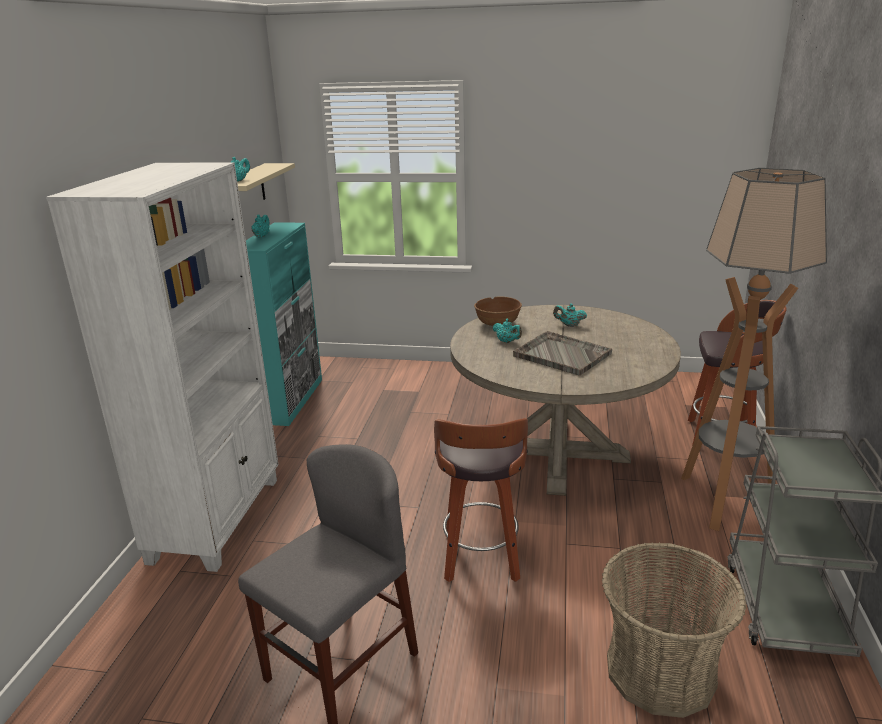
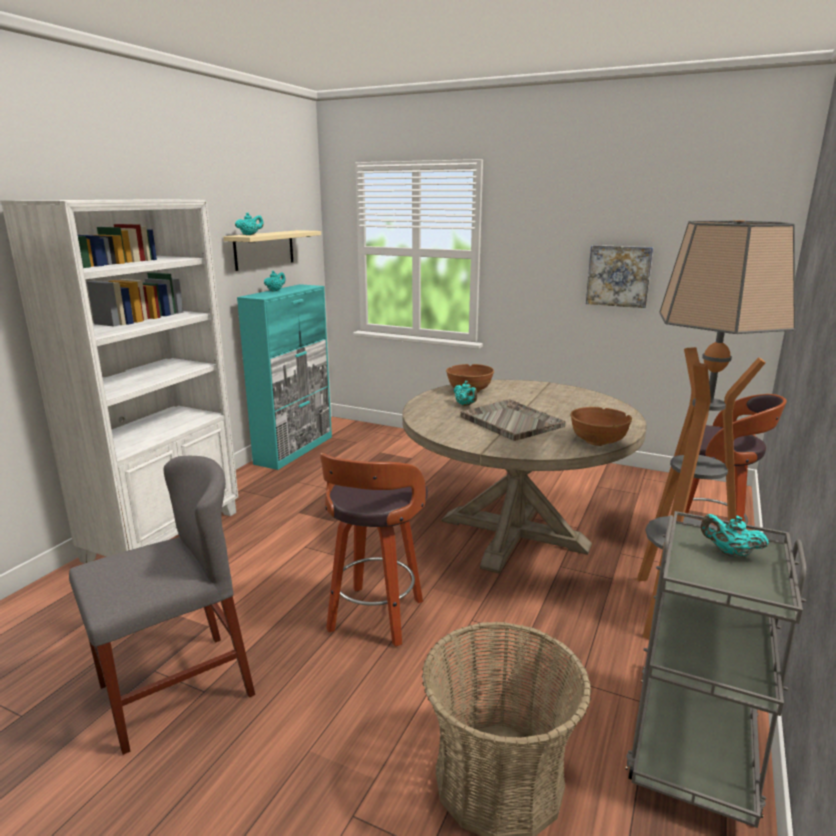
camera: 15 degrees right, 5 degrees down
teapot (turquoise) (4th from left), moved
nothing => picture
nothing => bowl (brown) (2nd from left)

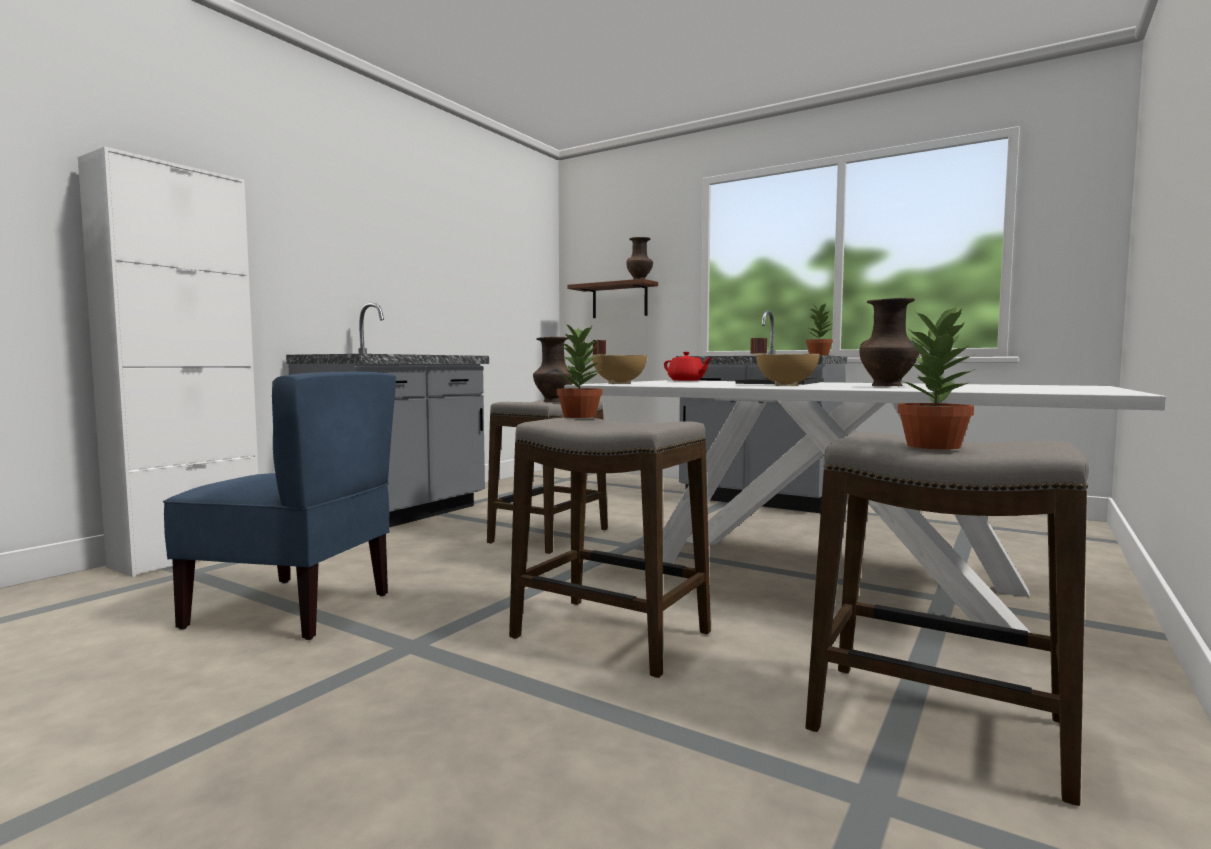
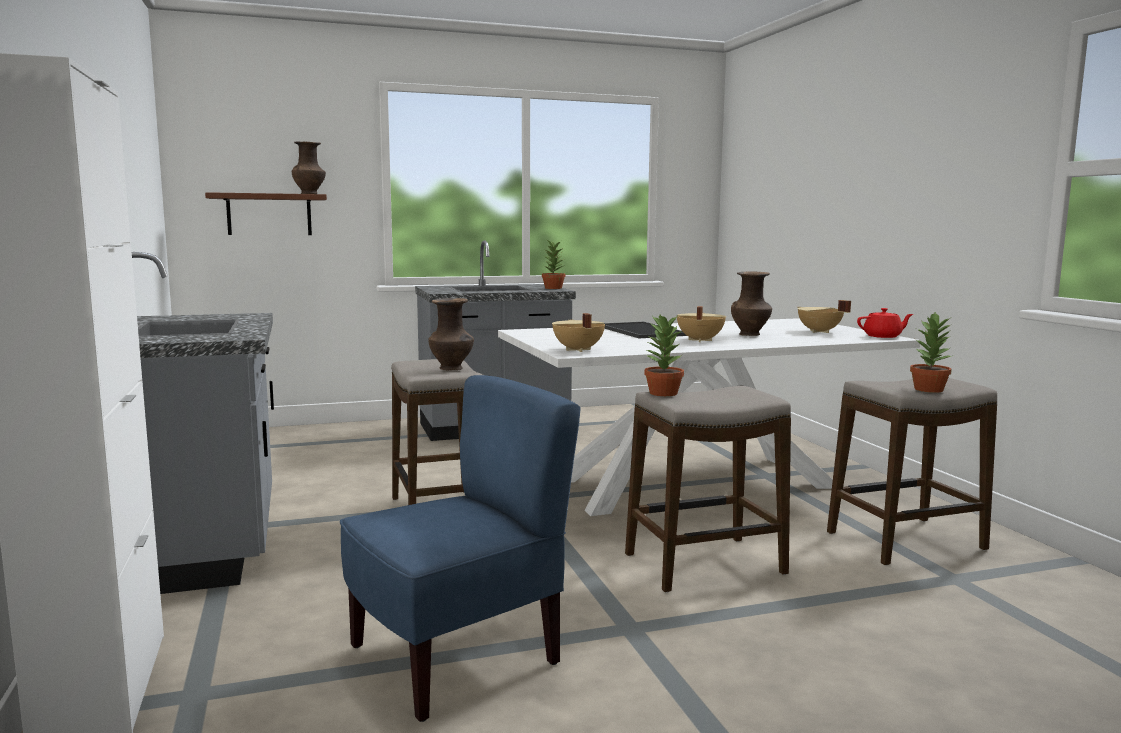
camera: 50 degrees left, 5 degrees up
teapot (red), moved
nothing => cooking pot (beige) (3rd from left)

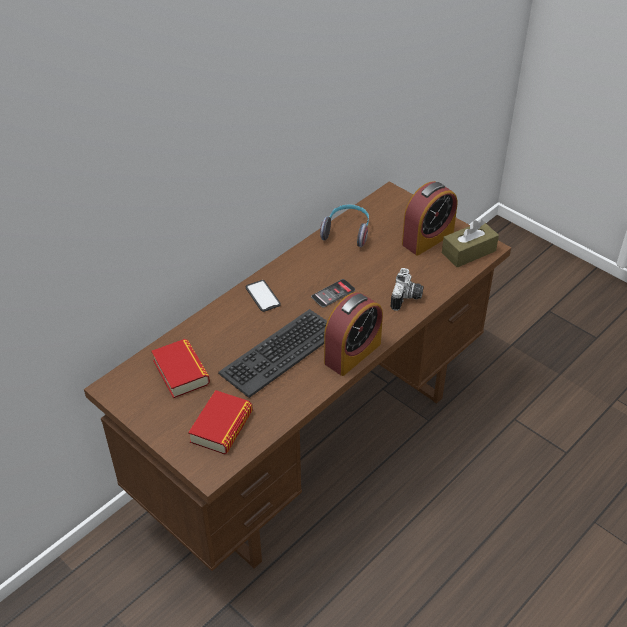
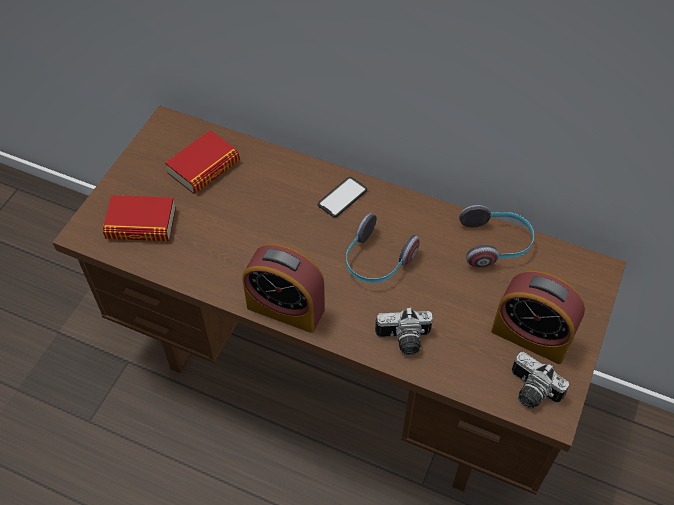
camera: 70 degrees right, 10 degrees up
tissue box (brown) => photo camera (2nd from left)
phone (2nd from left) => headphones (1st from left)
keyboard => nothing

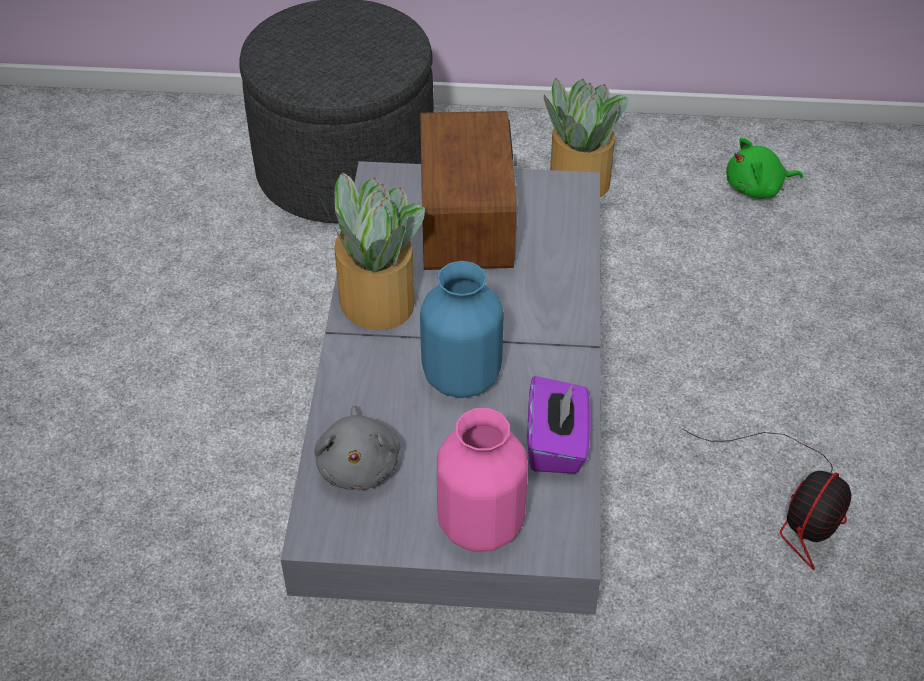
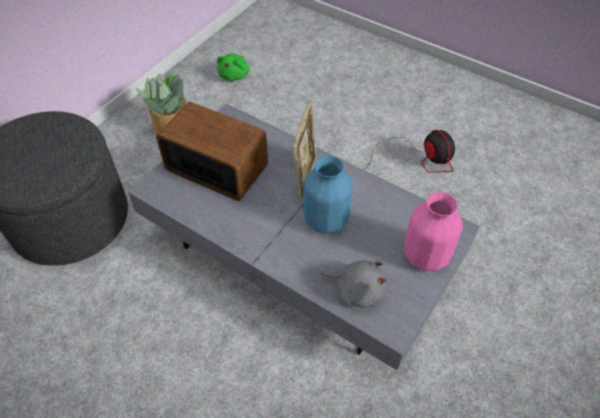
camera: 60 degrees left, 5 degrees up
potted plant (1st from left) => nothing
tissue box (purple) => nothing
nothing => picture frame

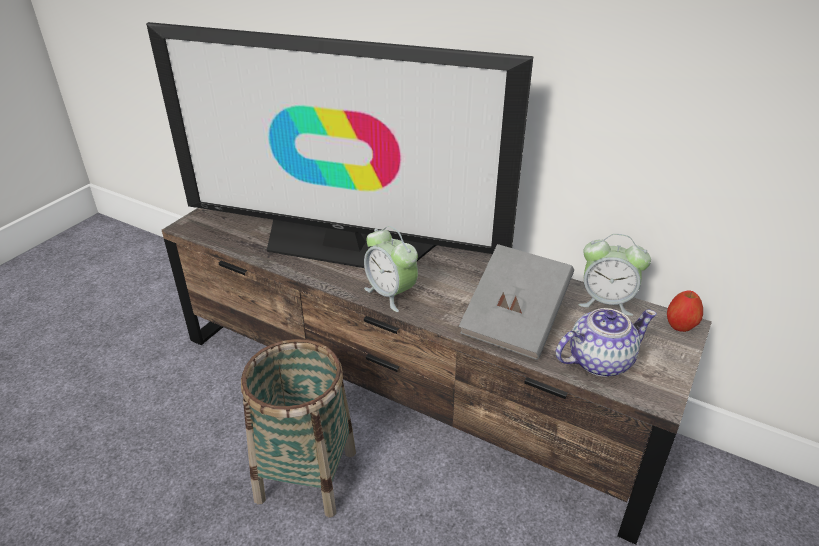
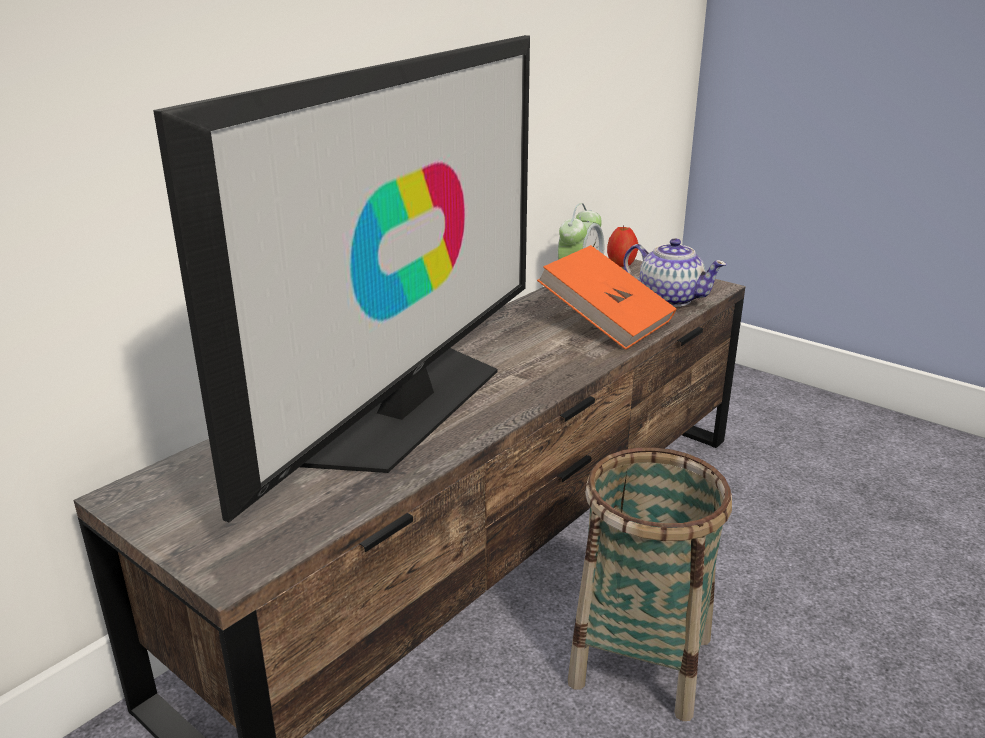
camera: 80 degrees left, 10 degrees down
alarm clock (1st from left) => nothing
book (grey) => book (orange)
teapot, 135 degrees clockwise

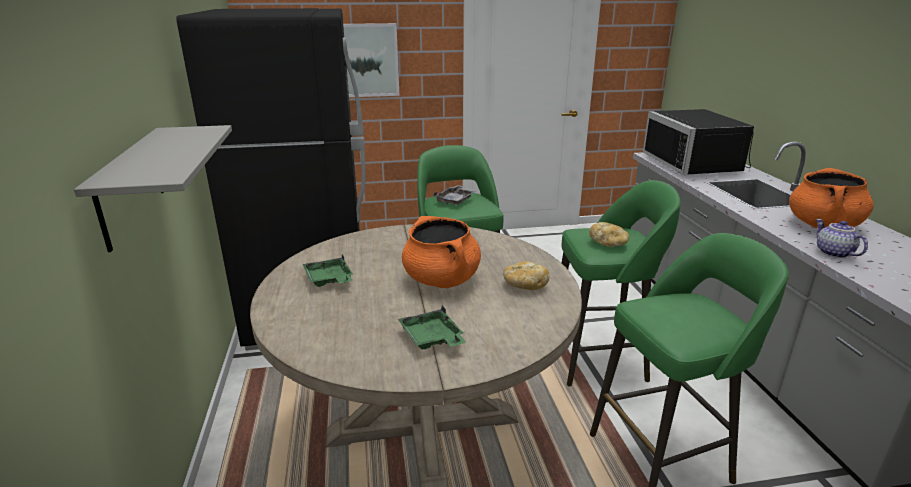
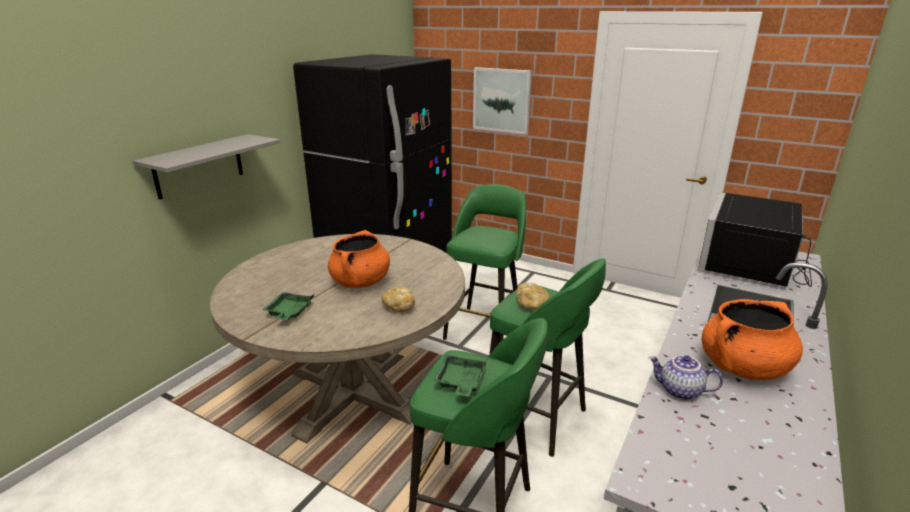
camera: 40 degrees right, 0 degrees up
tray (grey) => nothing
teapot, 90 degrees counterclockwise
tray (green) (1st from left in the first image) => tray (green) (2nd from left), moved

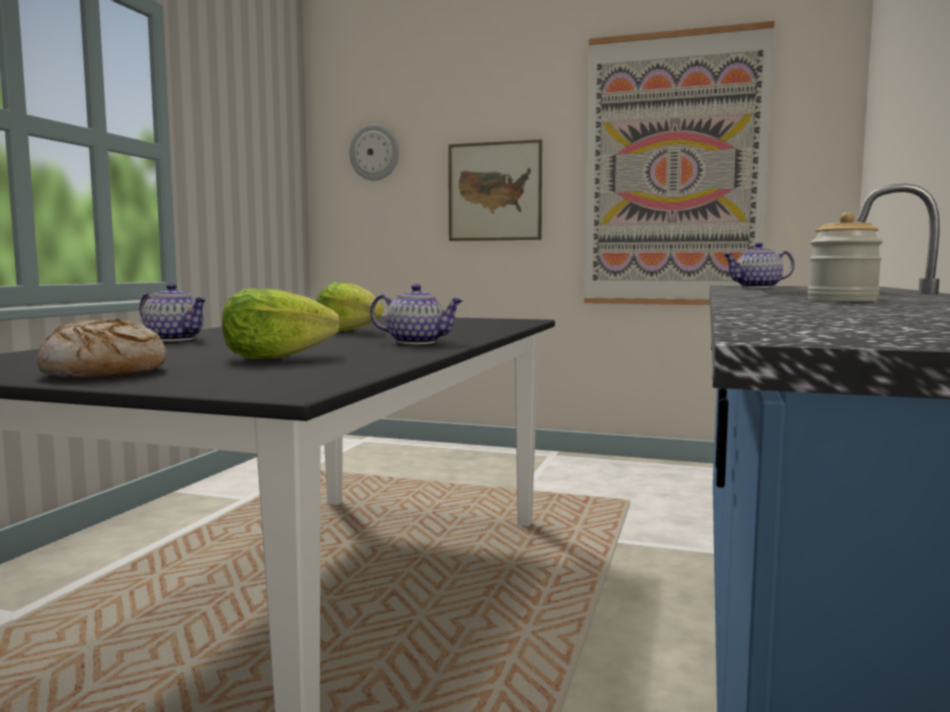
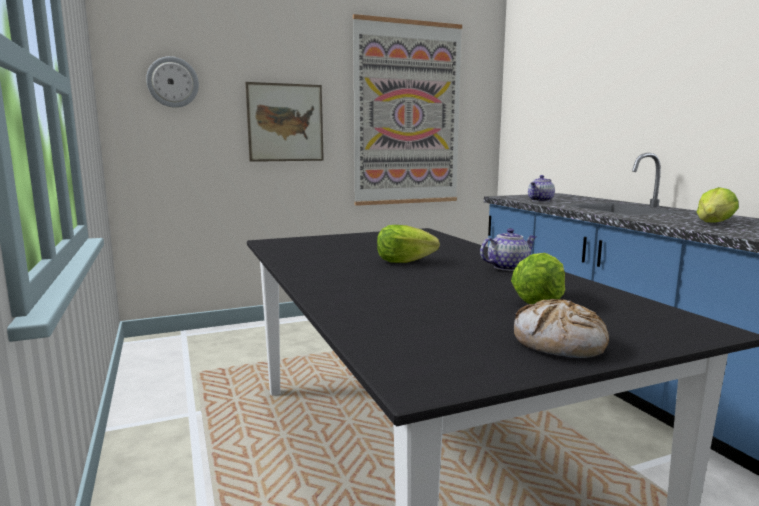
camera: 40 degrees left, 5 degrees up
jar => lettuce (3rd from left)
teapot (1st from left) => nothing

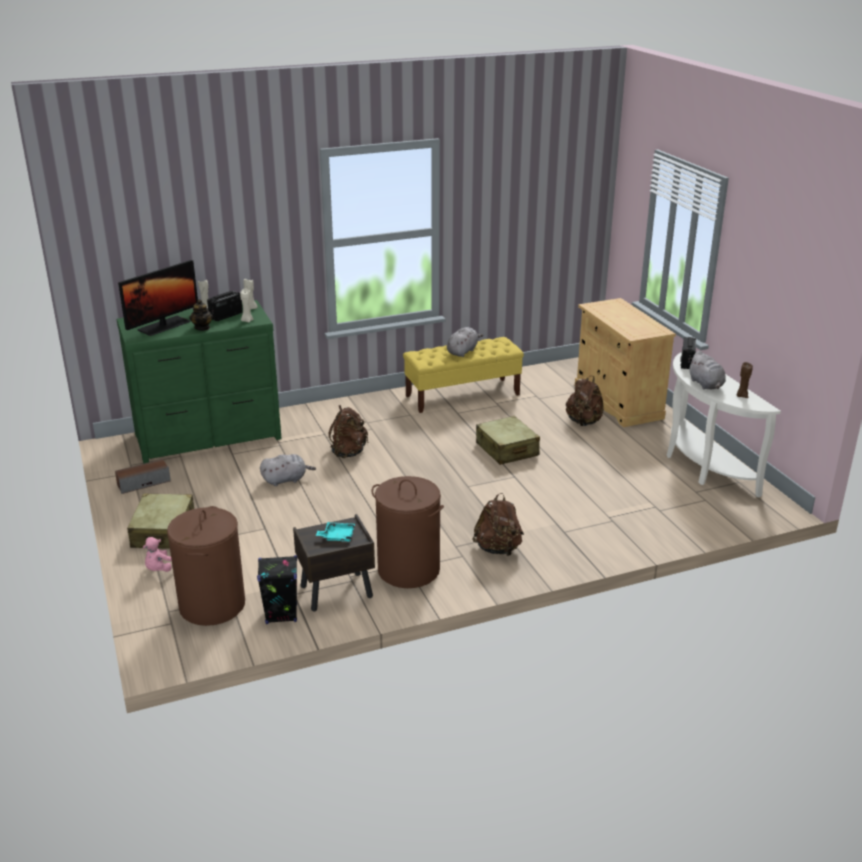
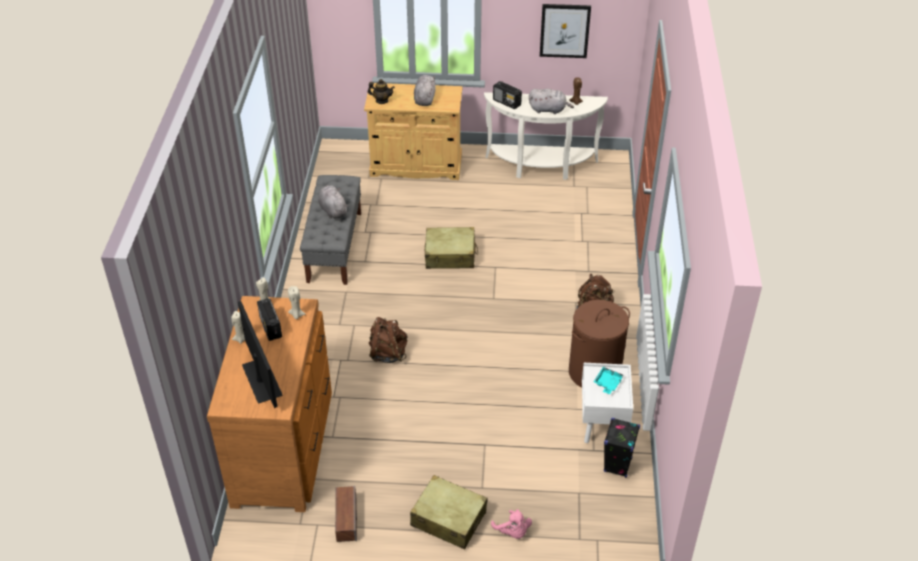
camera: 65 degrees left, 15 degrees up
teapot, moved
dresser (green) => dresser (brown)
bench (yellow) => bench (grey)
backpack (brown) (3rd from left) => nothing
plush toy (grey) (1st from left in the first image) => plush toy (grey) (2nd from left), moved
laundry basket (brown) (1st from left) => nothing
nightstand (brown) => nightstand (white)
nothing => picture

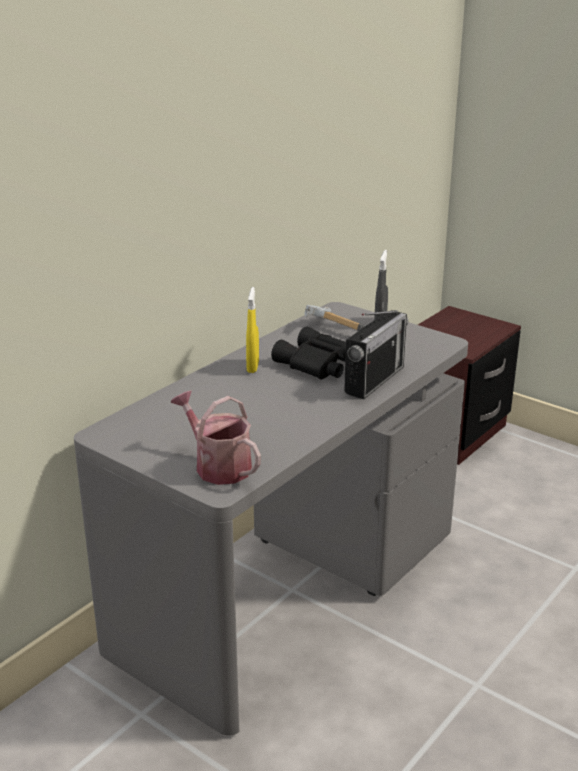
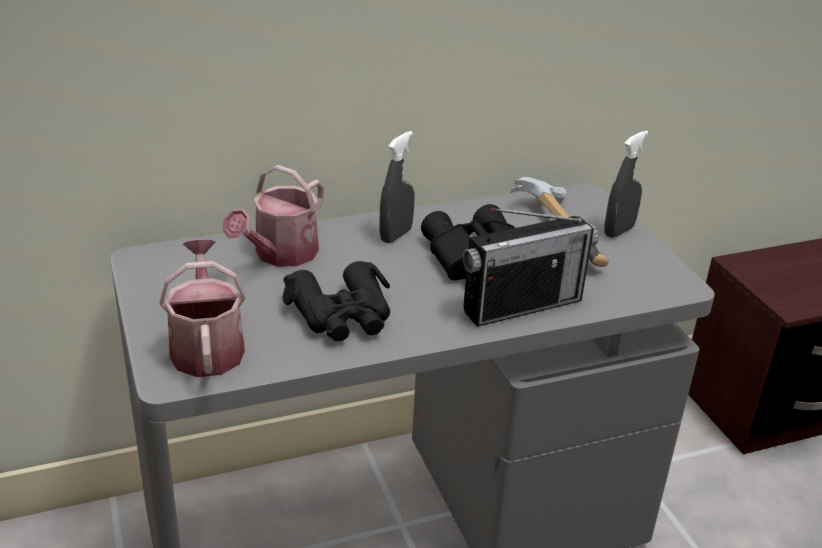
camera: 30 degrees right, 5 degrees up
spray bottle (yellow) => spray bottle (grey) (1st from left)
nothing => watering can (2nd from left)
nothing => binoculars (black) (1st from left)

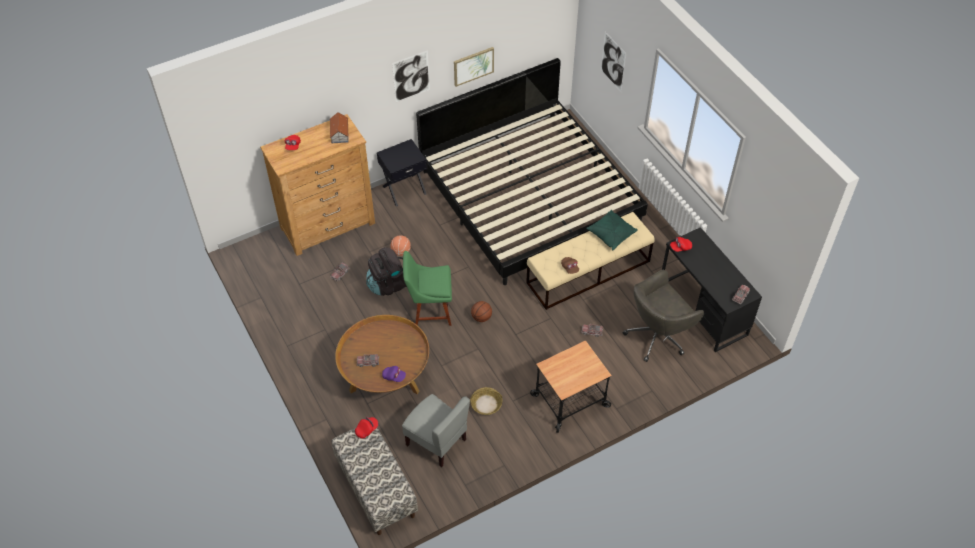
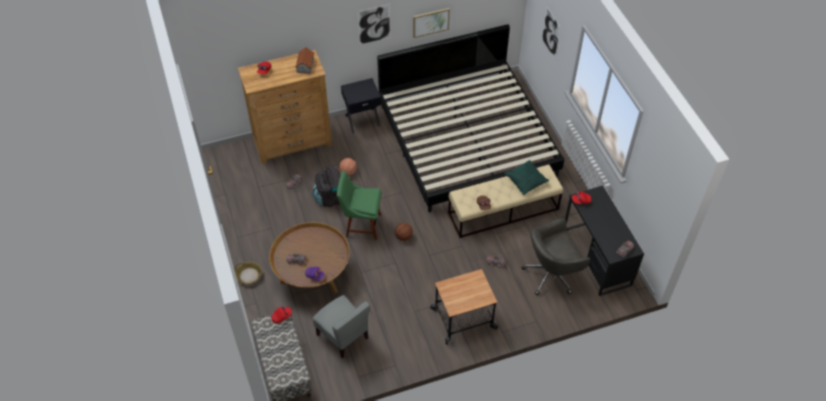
camera: 10 degrees right, 0 degrees up
basket, moved

